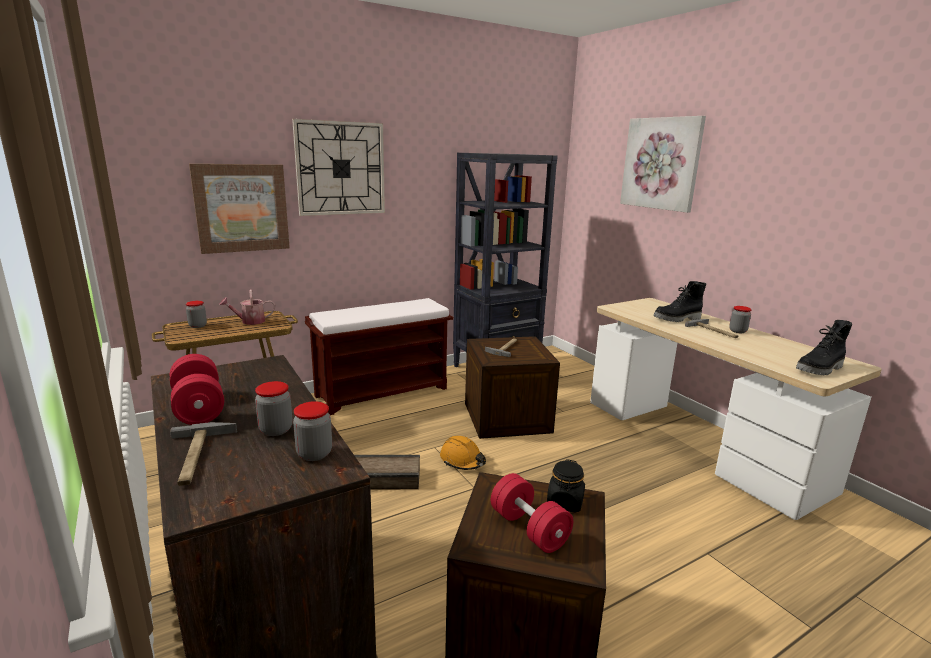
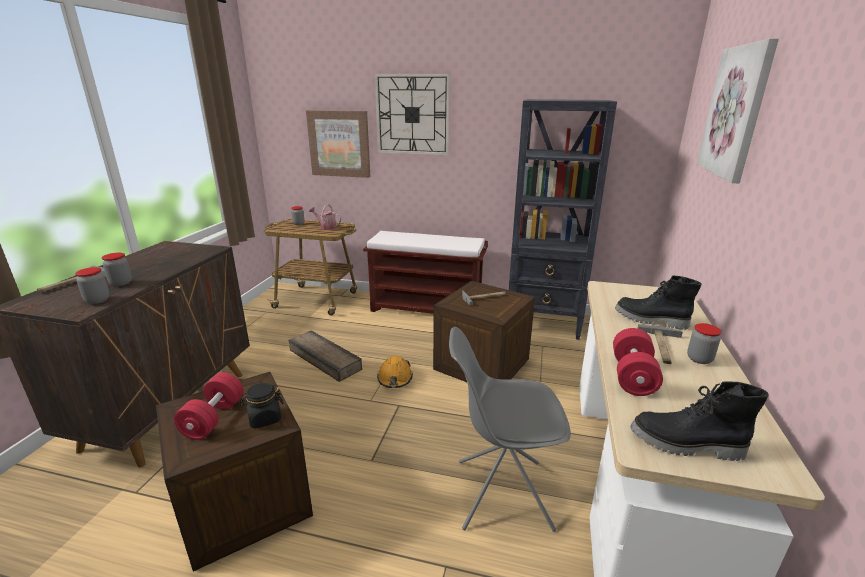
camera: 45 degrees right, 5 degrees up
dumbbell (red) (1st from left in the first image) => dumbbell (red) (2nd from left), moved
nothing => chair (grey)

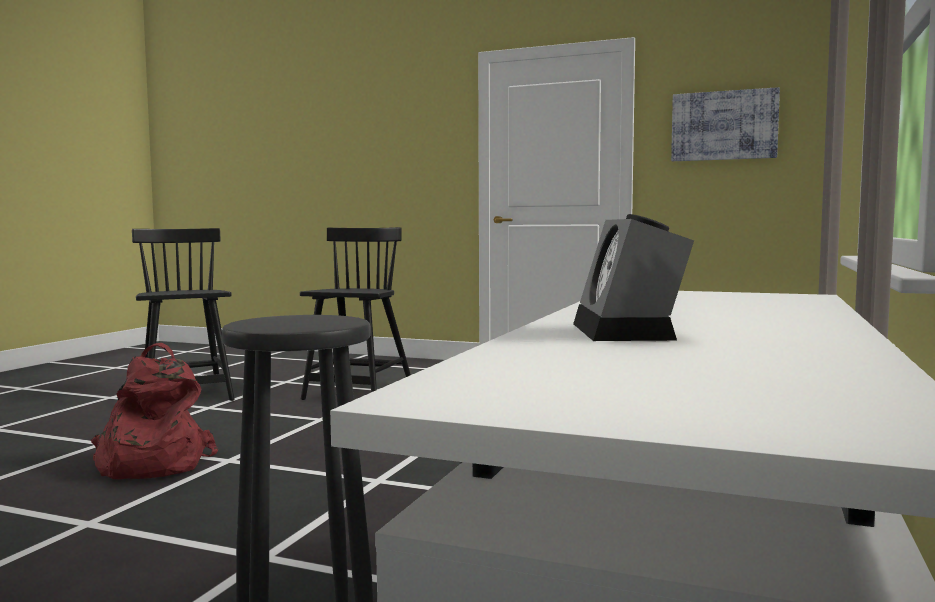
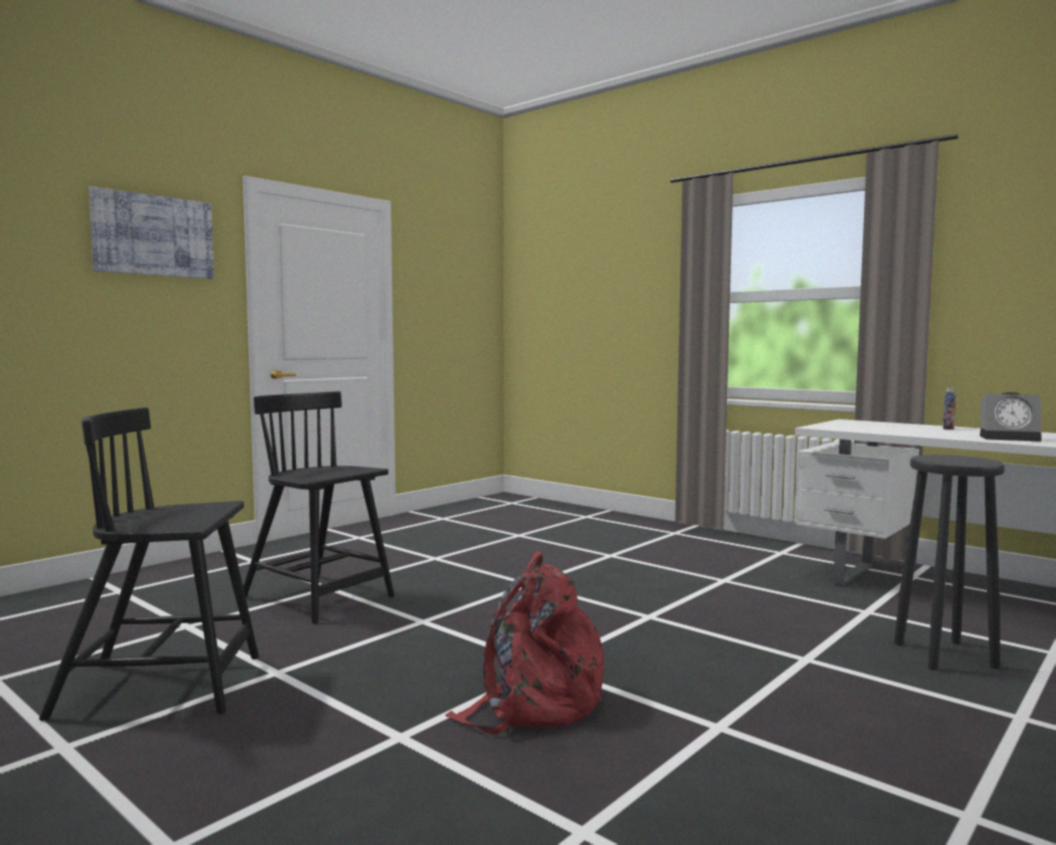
camera: 70 degrees left, 0 degrees up
picture, moved
nothing => bottle

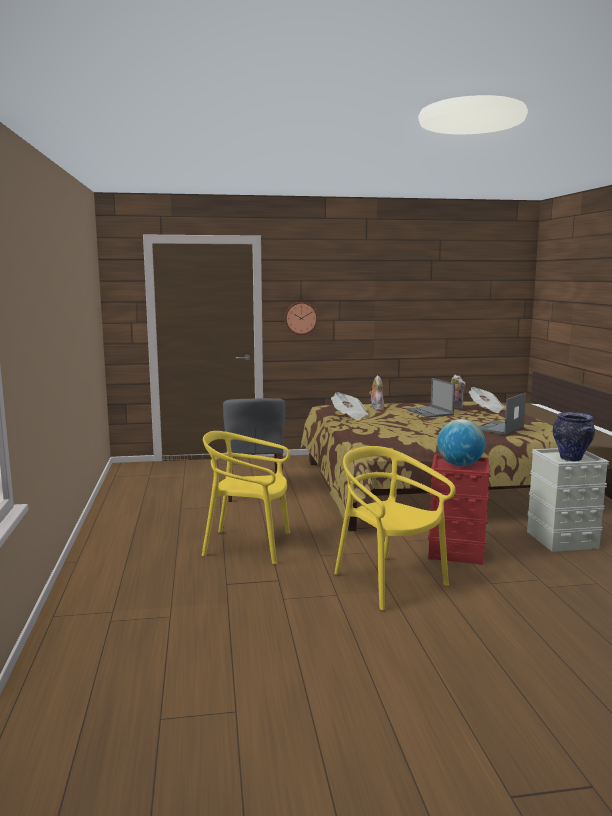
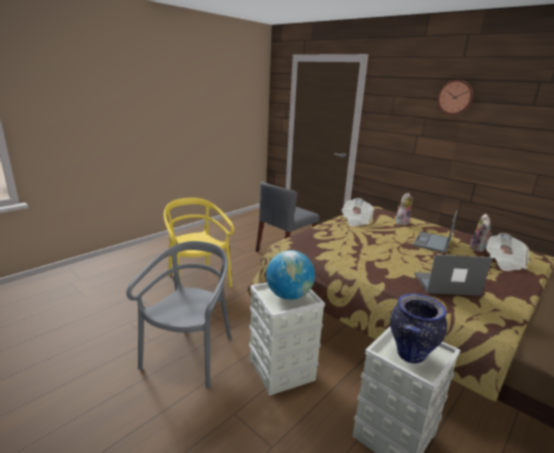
camera: 50 degrees right, 10 degrees up
wall clock, moved
chair (yellow) (2nd from left) => chair (grey) (1st from left)
storage box (red) => storage box (grey) (1st from left)

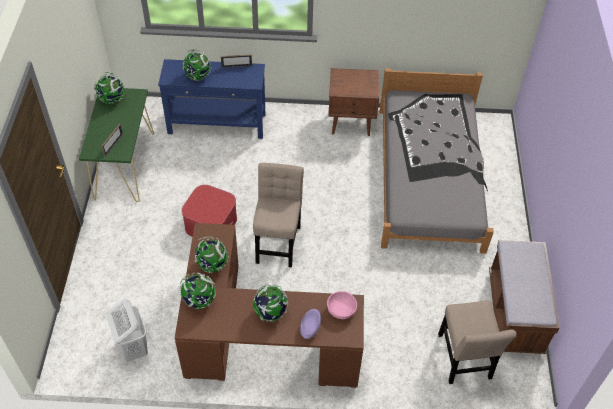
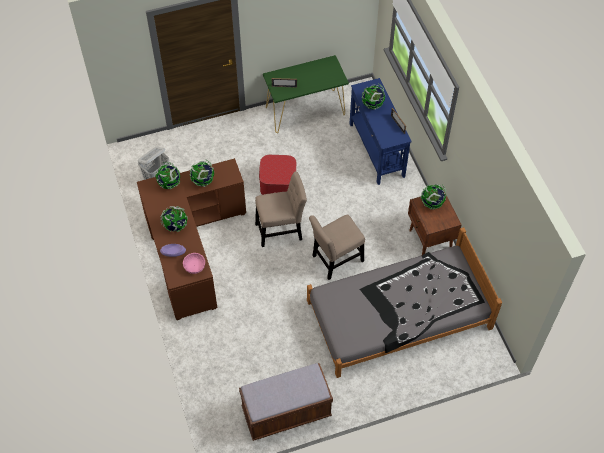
camera: 70 degrees right, 5 degrees up
globe (1st from left in the first image) => globe (5th from left), moved
chair (beige) (2nd from left), moved

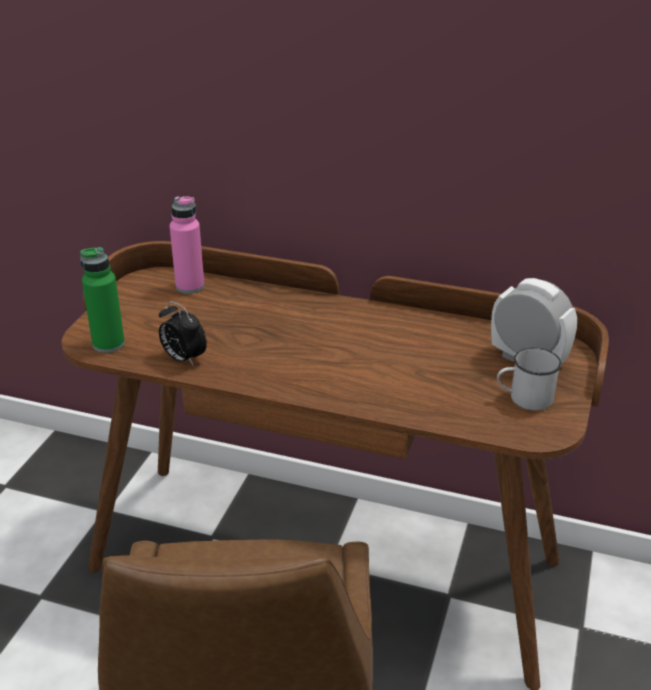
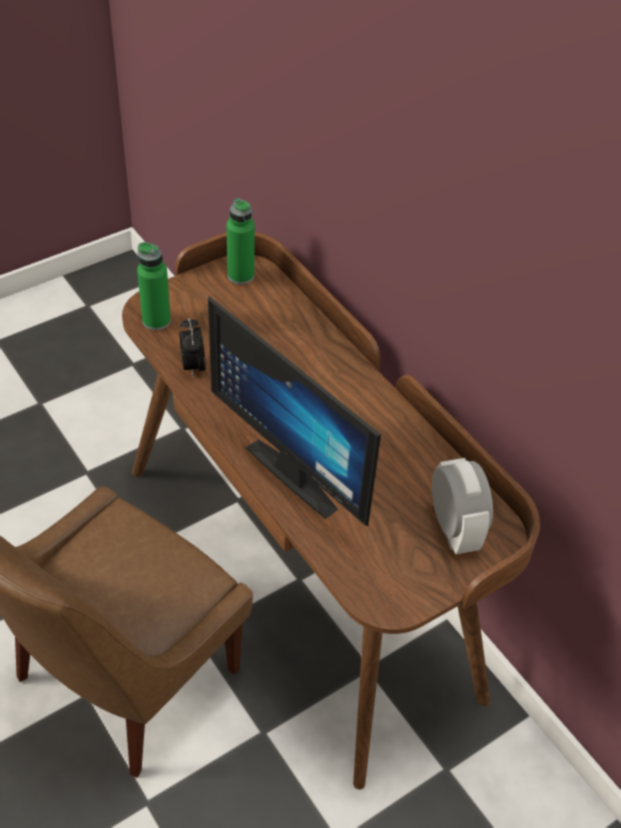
camera: 35 degrees right, 15 degrees up
bottle (pink) => nothing
mug (white) => nothing
nothing => bottle (green) (2nd from left)
nothing => monitor

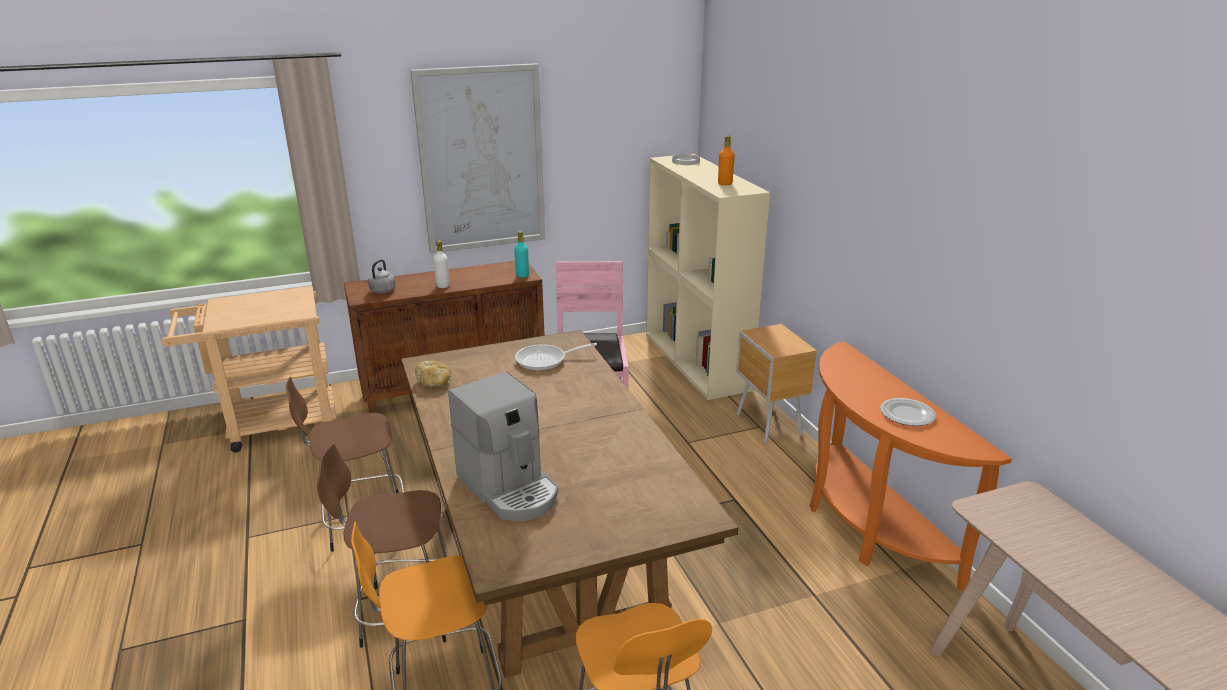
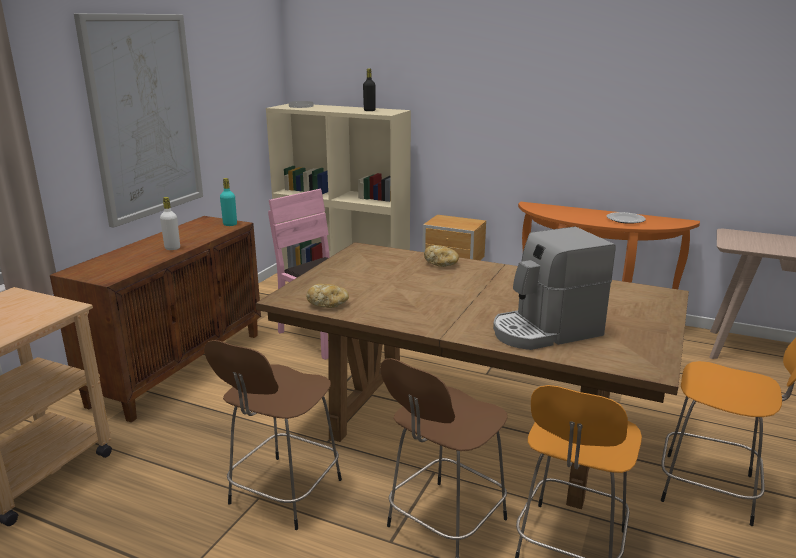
camera: 45 degrees left, 5 degrees down
bottle (orange) => bottle (black)
kettle (grey) => nothing
frying pan => nothing
coffee machine, 150 degrees clockwise
nothing => bread (2nd from left)

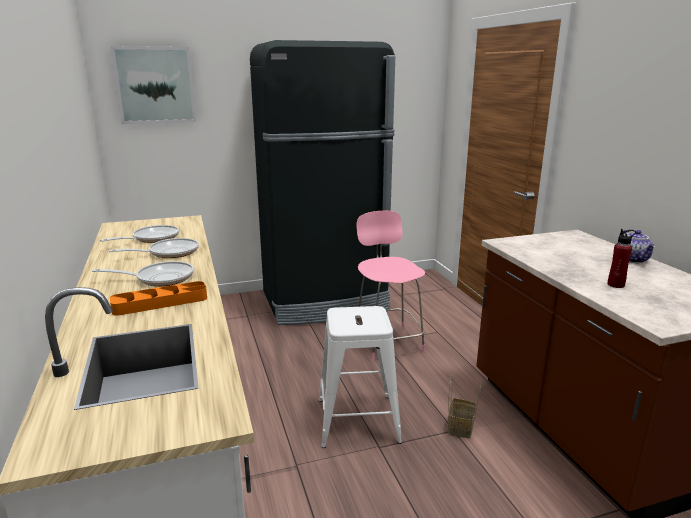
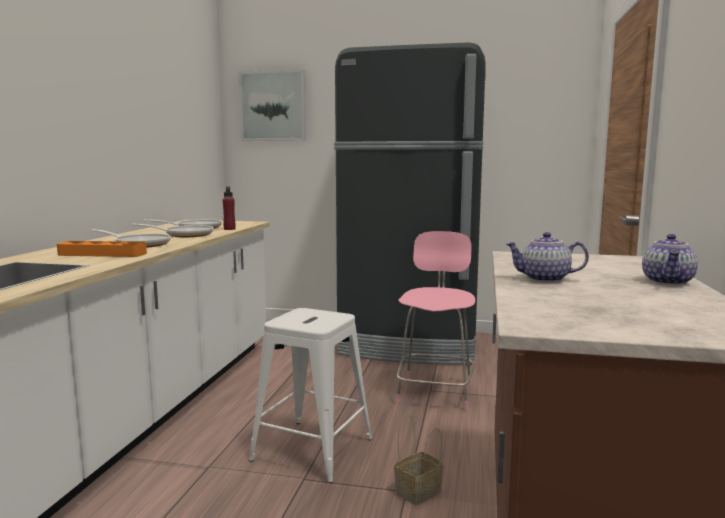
camera: 30 degrees right, 10 degrees down
bottle (red), moved
nothing => teapot (1st from left)

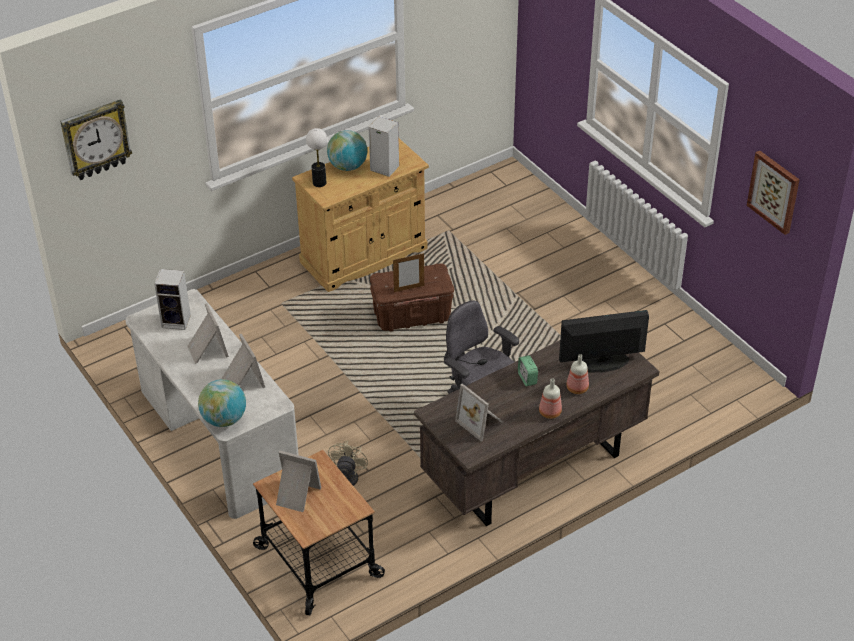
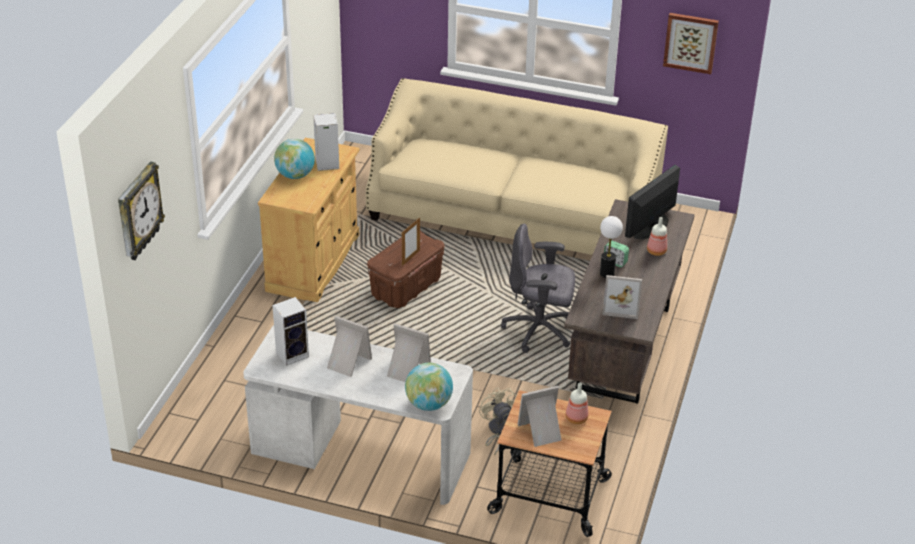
camera: 40 degrees left, 5 degrees down
table lamp, moved
bottle (1st from left), moved
nothing => sofa (beige)

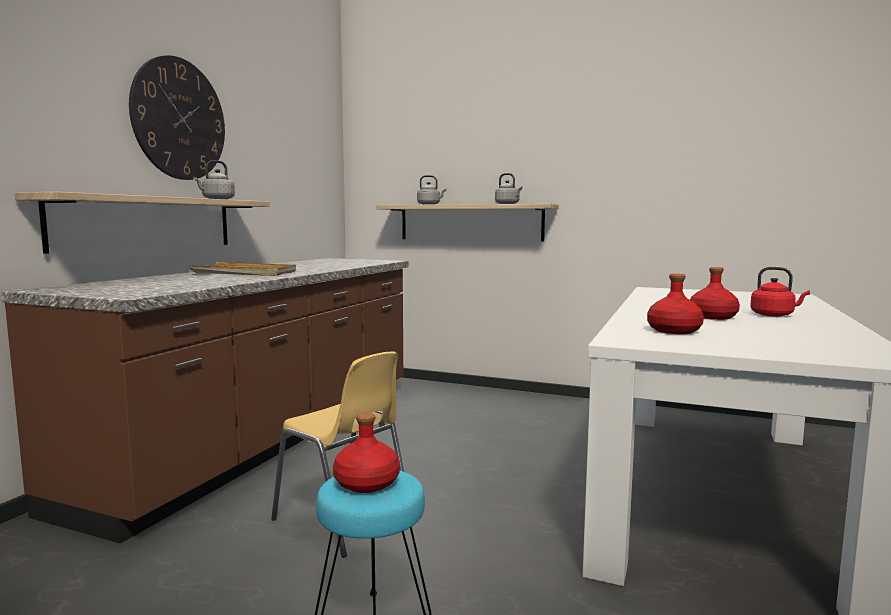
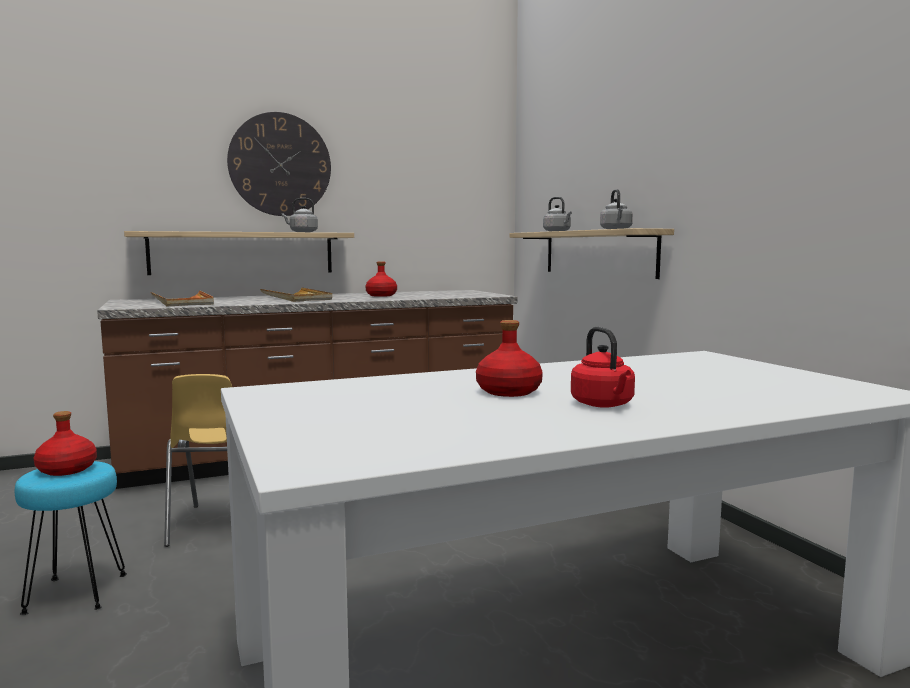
camera: 45 degrees right, 0 degrees up
bottle (red) (2nd from left), moved
nothing => tray (orange)

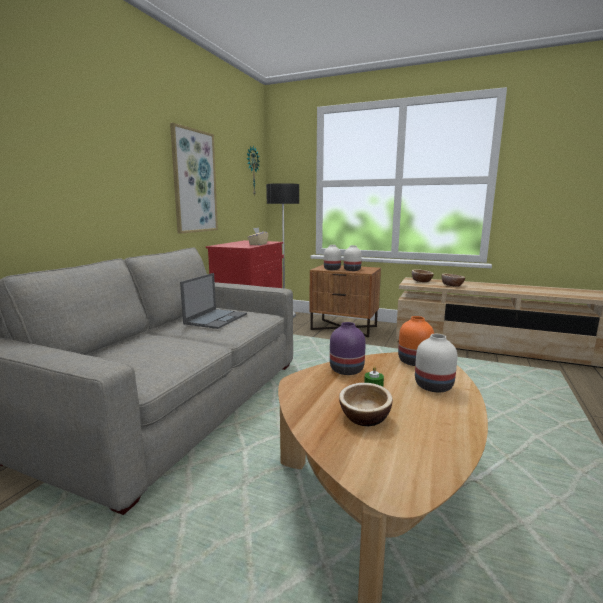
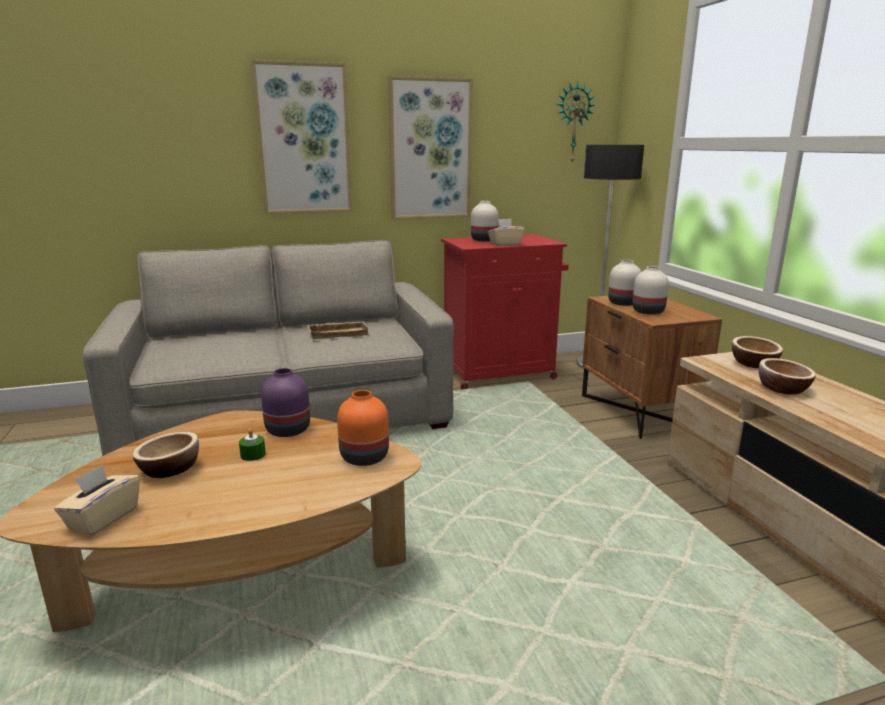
camera: 50 degrees right, 5 degrees up
laptop => tray (beige)
vase (white) (3rd from left in the first image) => vase (white) (1st from left), moved
nothing => picture (1st from left)
nothing => tissue box (beige) (1st from left)

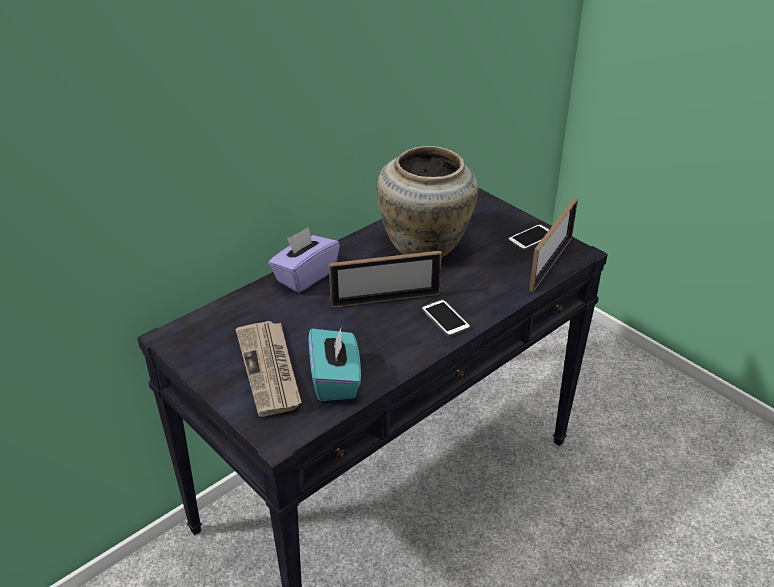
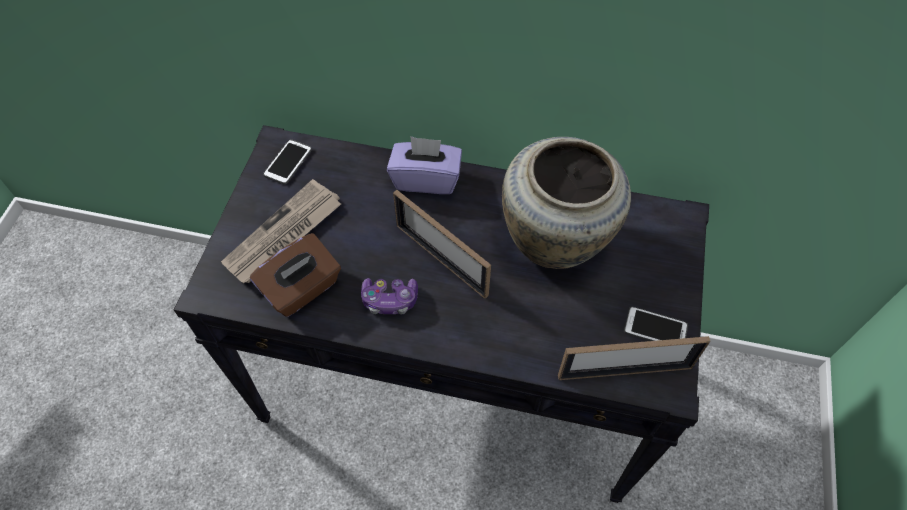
camera: 55 degrees right, 20 degrees up
phone (1st from left), moved
tissue box (turquoise) => tissue box (brown)
nothing => game controller

